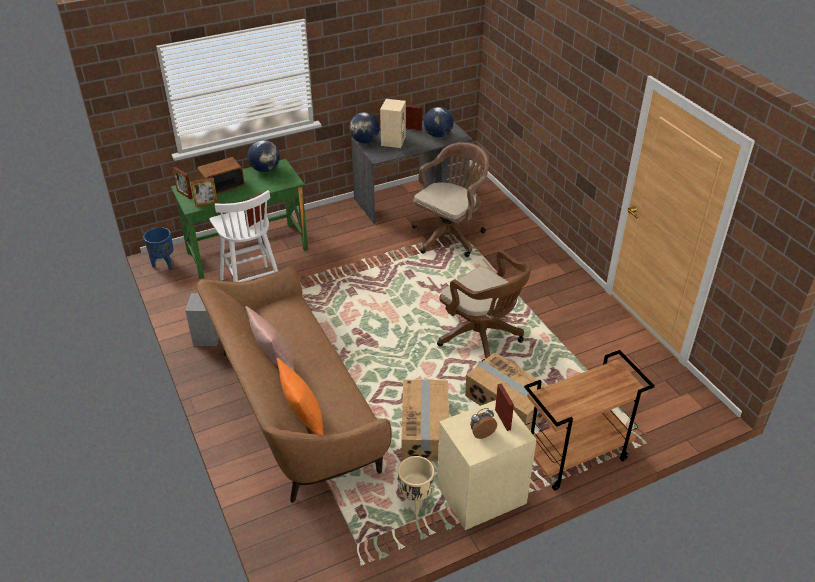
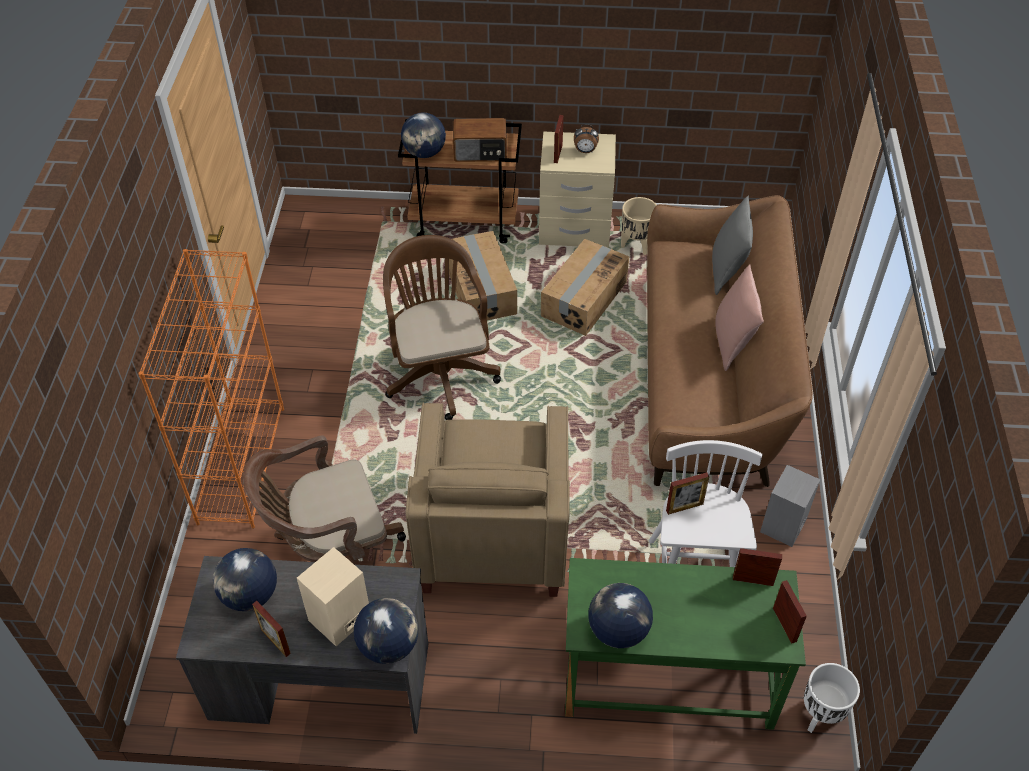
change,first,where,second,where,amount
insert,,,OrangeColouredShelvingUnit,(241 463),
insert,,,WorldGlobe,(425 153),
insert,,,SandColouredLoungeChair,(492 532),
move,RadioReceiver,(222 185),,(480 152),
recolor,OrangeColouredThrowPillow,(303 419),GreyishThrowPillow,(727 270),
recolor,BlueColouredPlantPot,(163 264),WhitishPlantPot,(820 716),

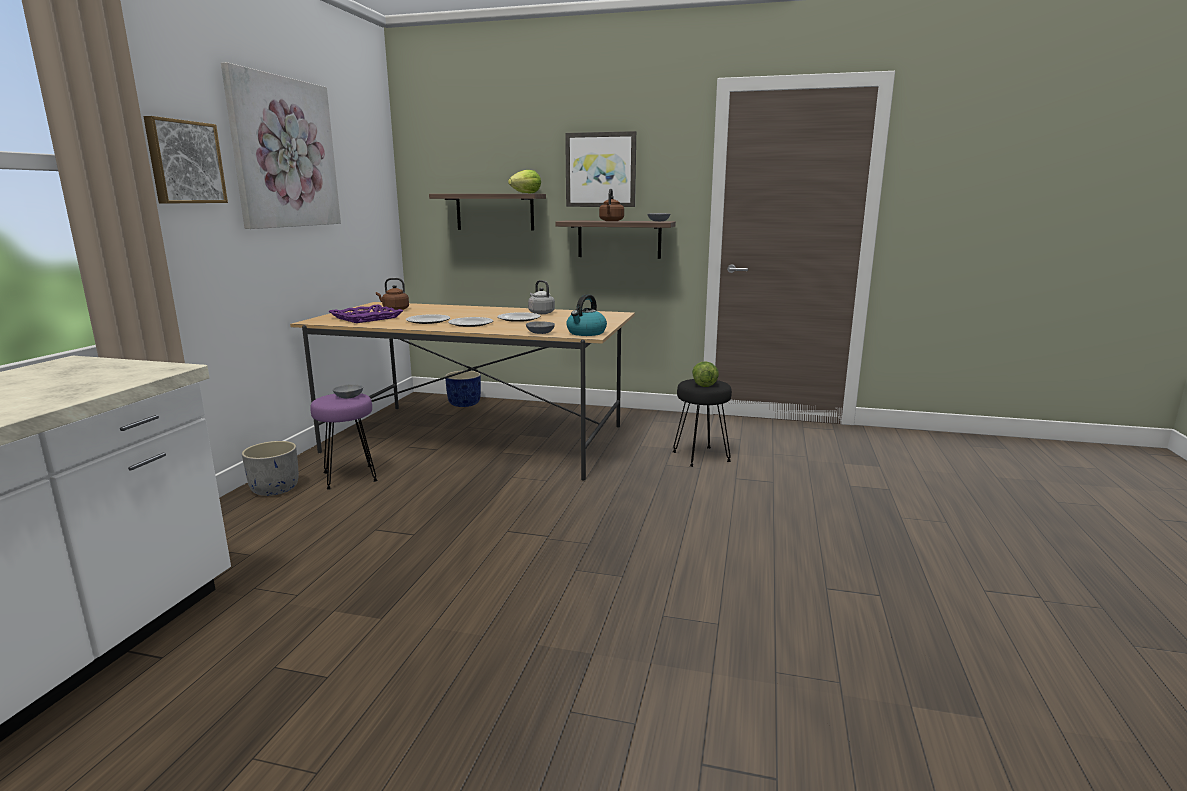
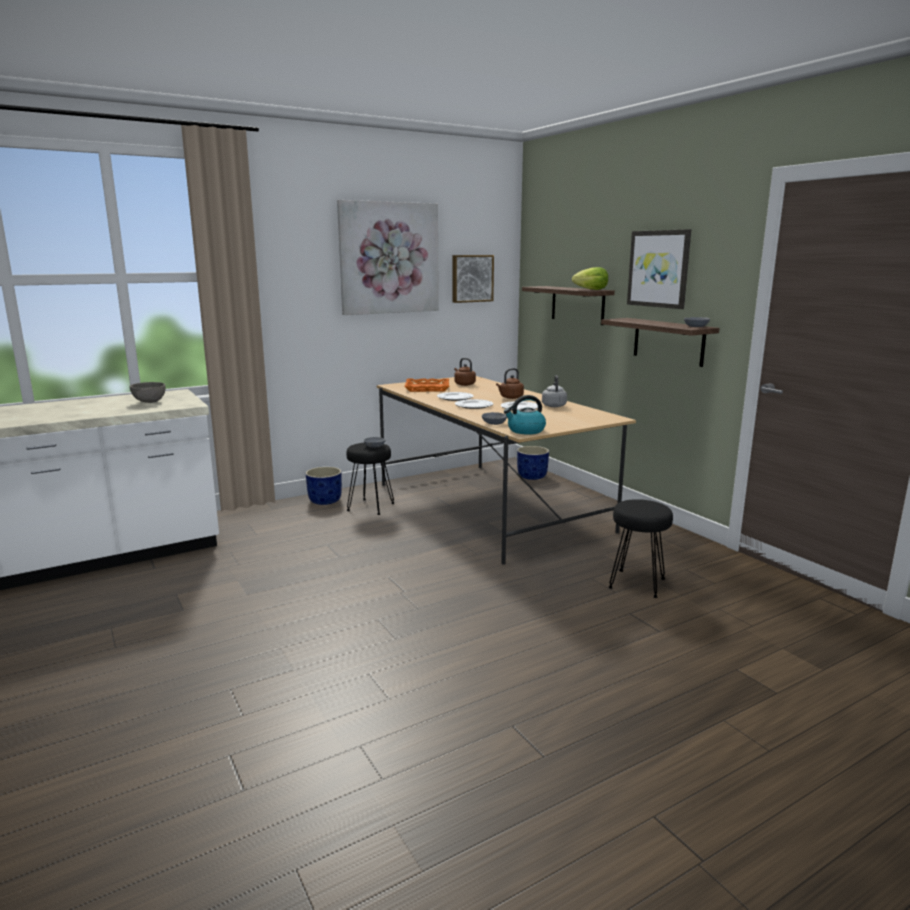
change,first,where,second,where,amount
insert,,,GreyishDeepDish,(149 402),
recolor,GreyishPlantPot,(274 489),BlueColouredPlantPot,(324 501),
recolor,PurpleColouredStool,(349 477),BlackStool,(370 507),
recolor,PurpleColouredCarryingTray,(366 318),OrangeColouredCarryingTray,(427 388),
move,WallPicture,(184 162),,(471 278),
move,BrownTeaKettle,(611 221),,(510 397),
delete,HeadOfLettuce,(703 383),,,

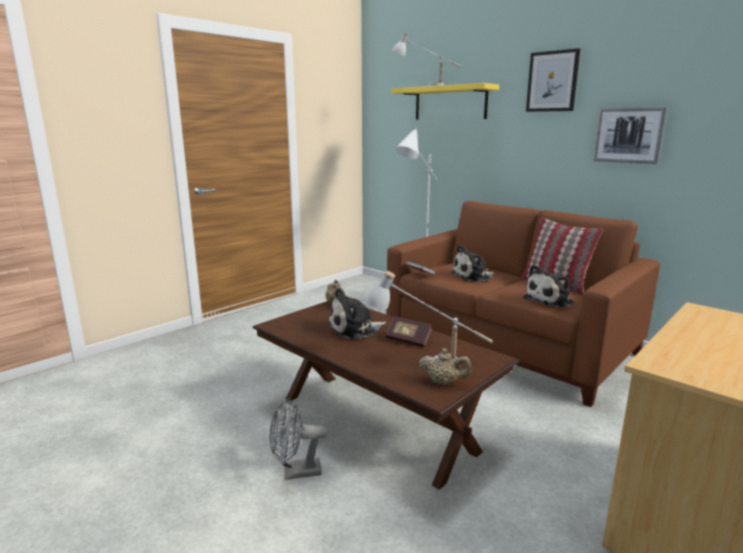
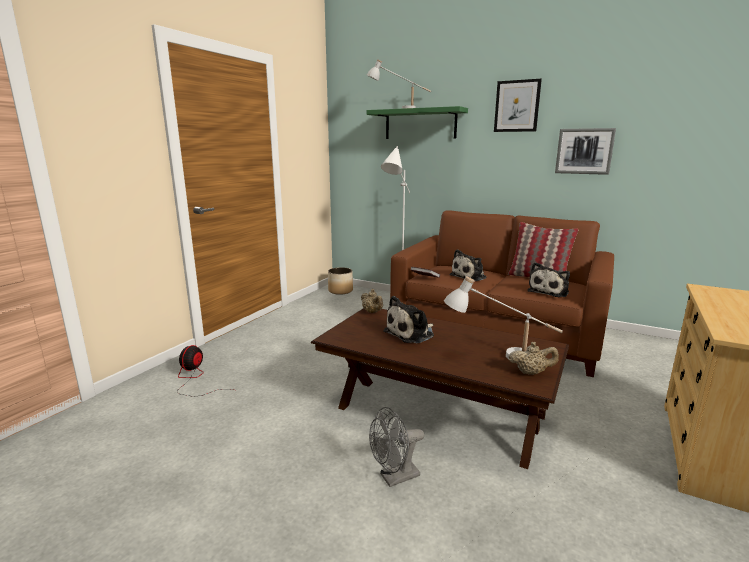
change,first,where,second,where,amount
insert,,,Fan,(195 379),
insert,,,PlantPot,(340 291),
recolor,YellowWallShelf,(450 103),GreenColouredWallShelf,(420 124),
delete,Book,(408 340),,,

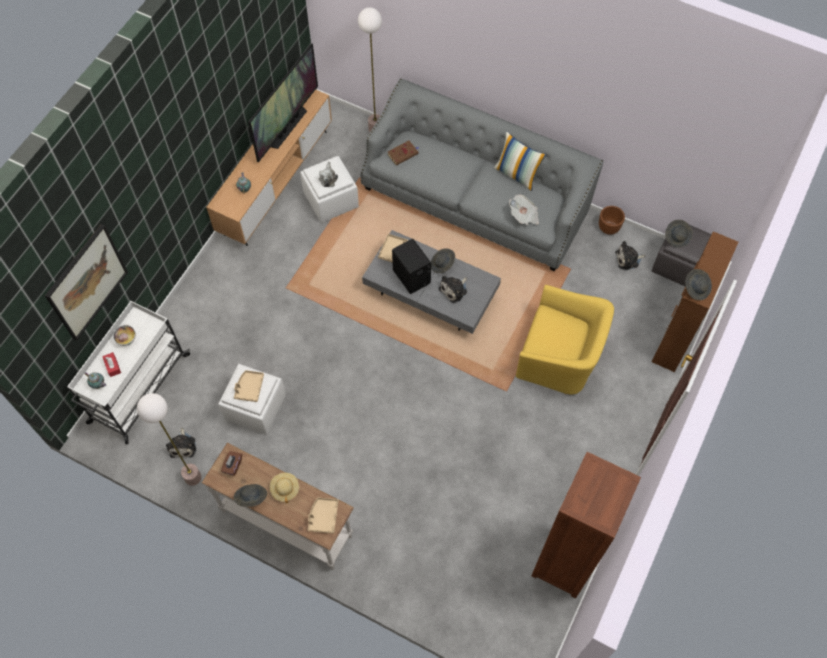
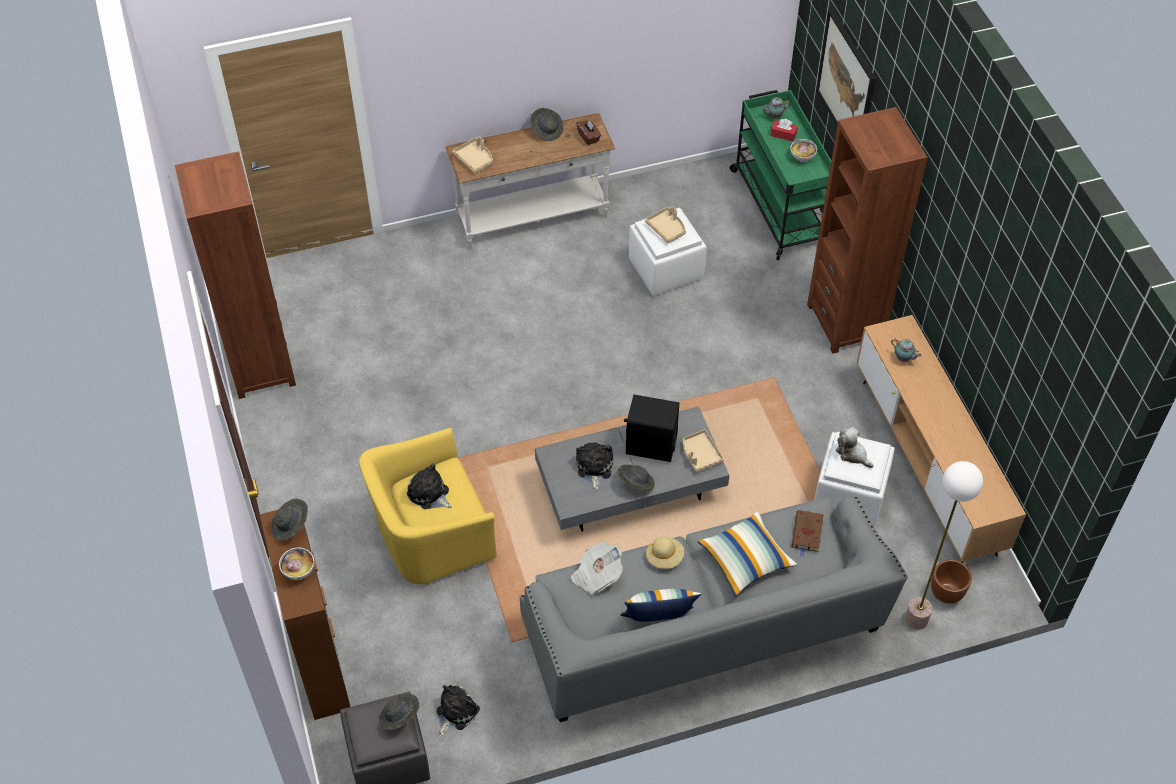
change,first,where,second,where,amount
insert,,,DeepDish,(299 571),
move,SoftToy,(183 445),,(429 494),
move,SandColouredClothingHat,(285 489),,(664 557),
insert,,,ThrowPillow,(745 560),
recolor,WhitishTrolley,(138 389),GreenColouredTrolley,(779 207),
insert,,,BrownShelvingUnit,(845 322),
move,BrownPlantPot,(609 228),,(946 593),
delete,FloorLamp,(192 477),,,
delete,Tv,(287 127),,,

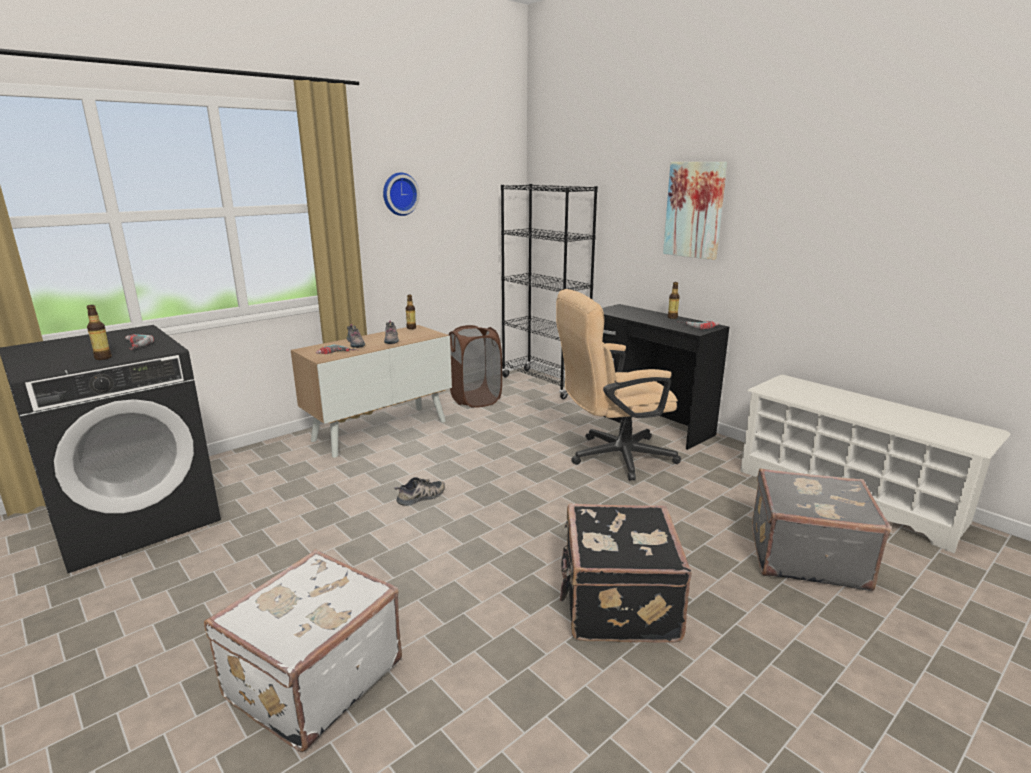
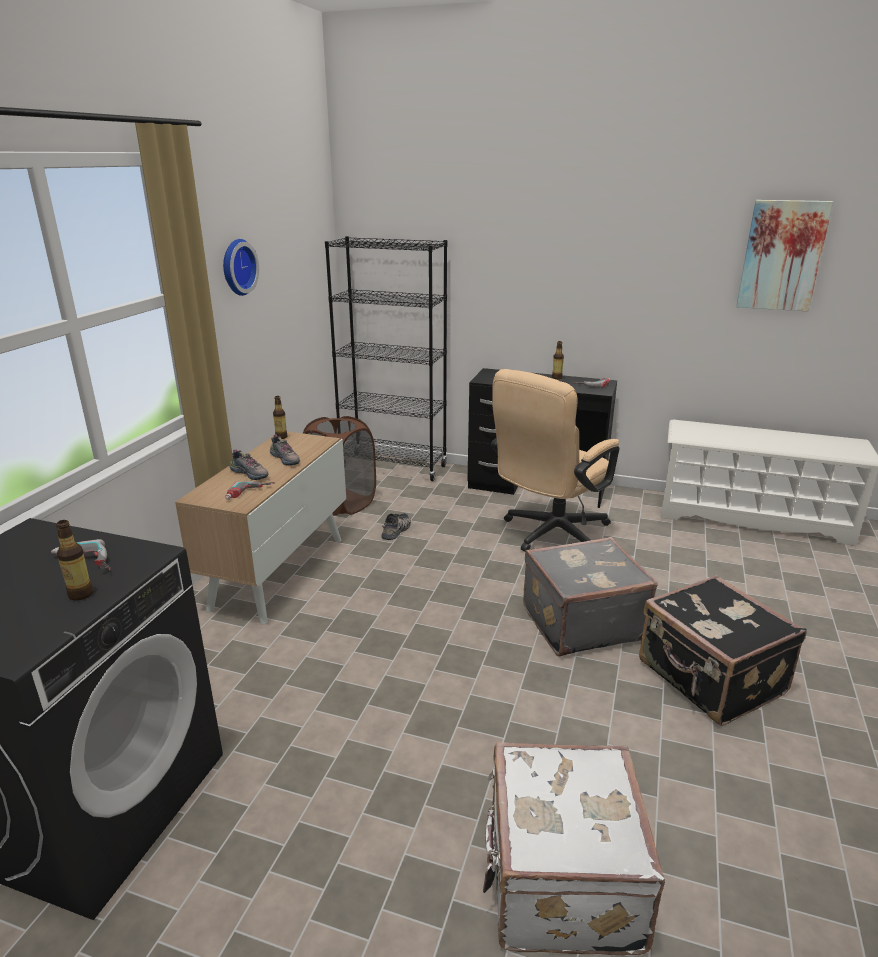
change,first,where,second,where,amount
move,Shoe,(421 497),,(397 530),
move,GreyishSuitcase,(805 556),,(580 622),
move,WallPicture,(694 210),,(782 256),

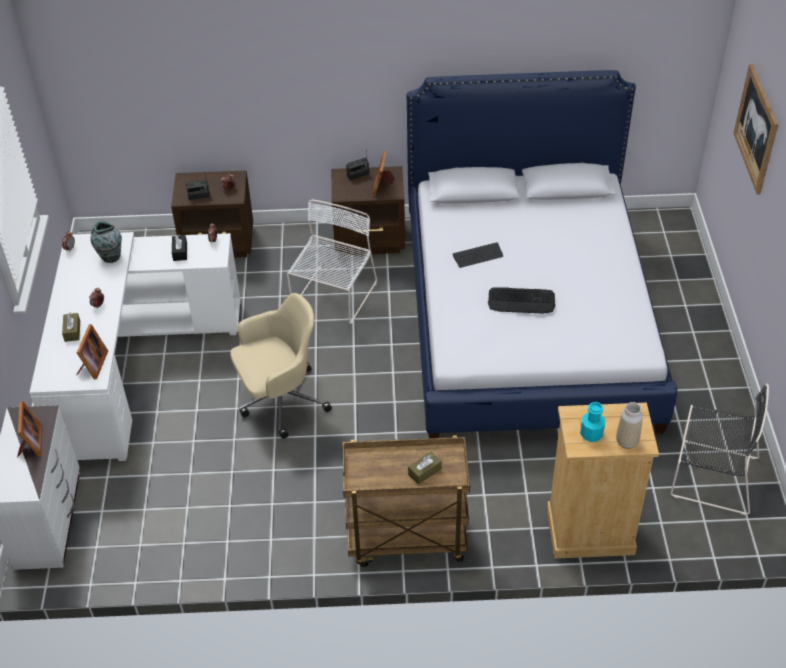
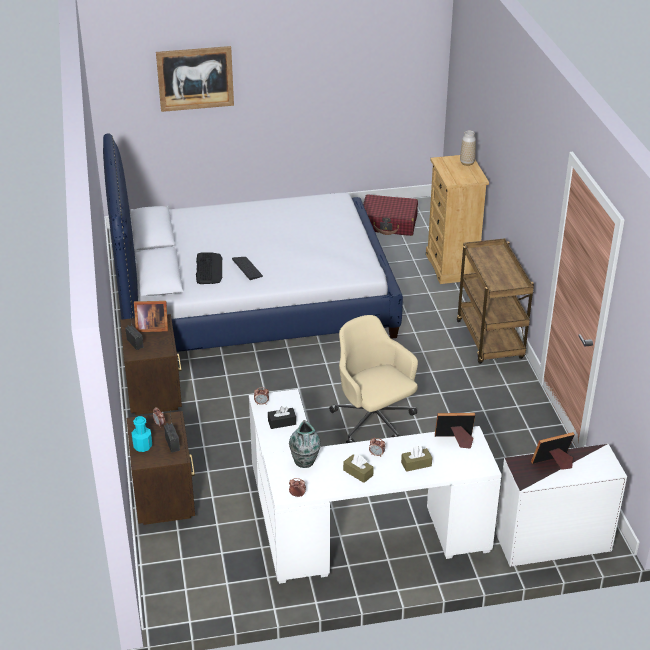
change,first,where,second,where,amount
move,TurquoiseBeverageBottle,(591 434),,(142 446),
move,ComputerKeyboard,(521 301),,(209 268),
move,BrownBoxOfTissues,(424 472),,(358 473),
replace,BlackChair,(711 476),RedSuitcase,(389 223),
delete,WhitishChair,(333 297),,,

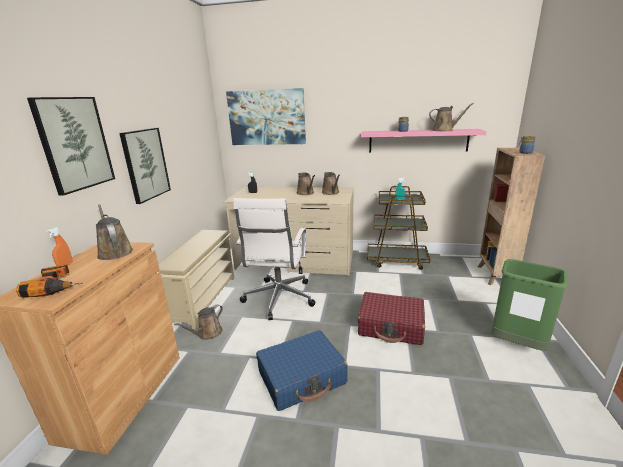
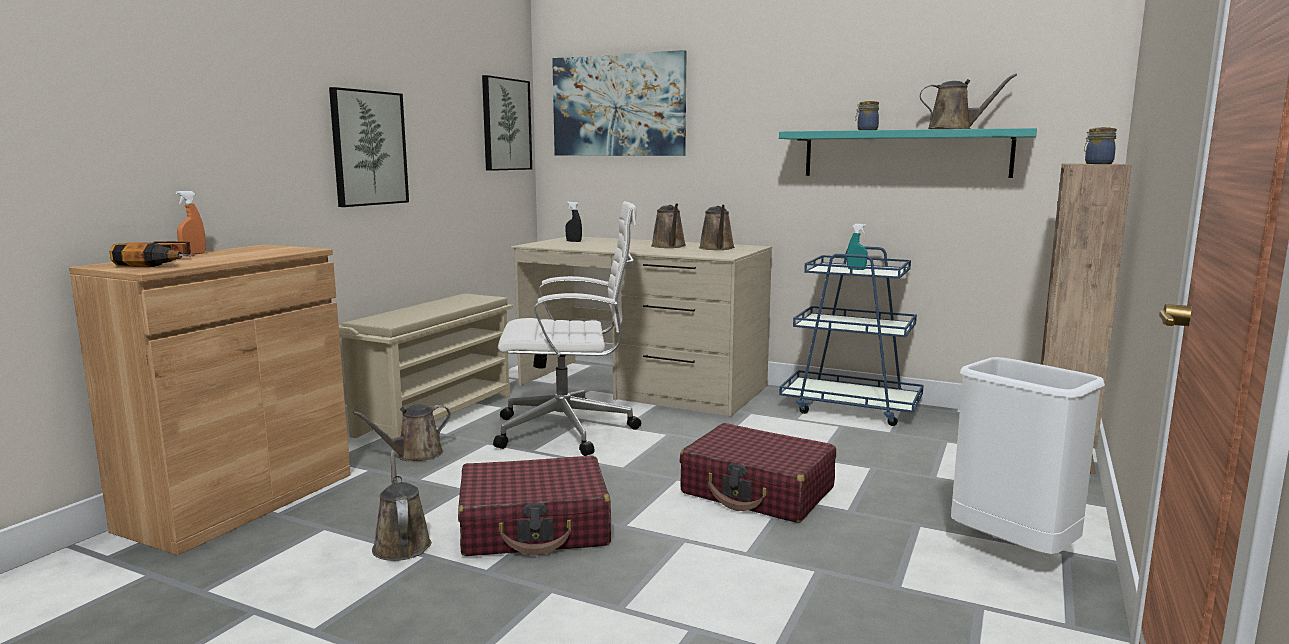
change,first,where,second,where,amount
move,BrownWateringCan,(114 252),,(401 544),
recolor,BlueColouredSuitcase,(302 377),RedSuitcase,(535 527),
move,WallPicture,(74 144),,(505 124),
rotate,WhitishDeskChair,(278 299),,(569 430),120 degrees counterclockwise
recolor,PinkColouredWallShelf,(418 141),TurquoiseWallShelf,(905 154),
recolor,BrownTrolley,(397 260),BlueColouredTrolley,(851 408),
recolor,GreenColouredTrashCan,(516 344),WhitishTrashCan,(1011 552),

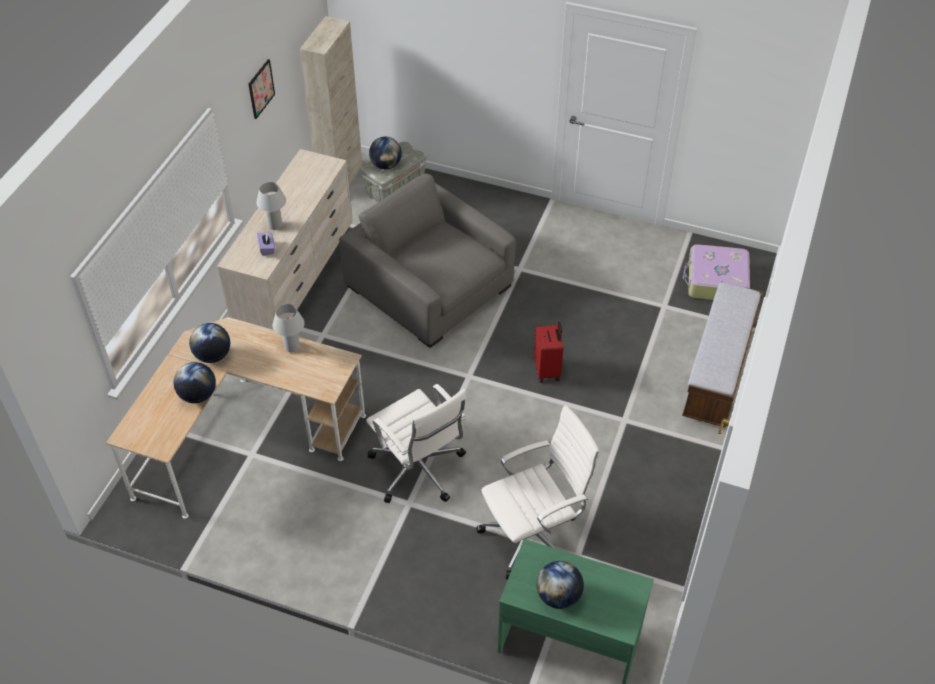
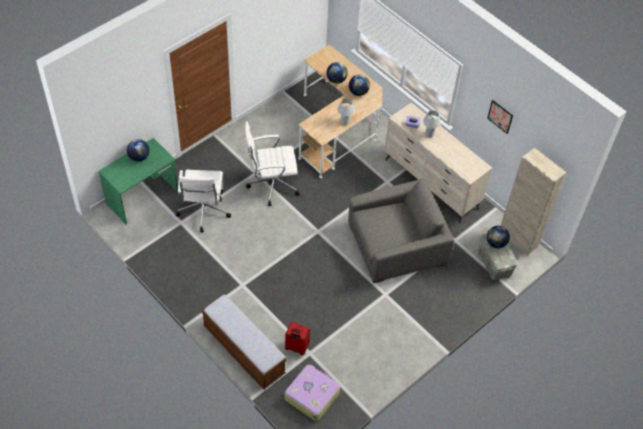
change,first,where,second,where,amount
move,RedSuitcase,(548 370),,(296 347),

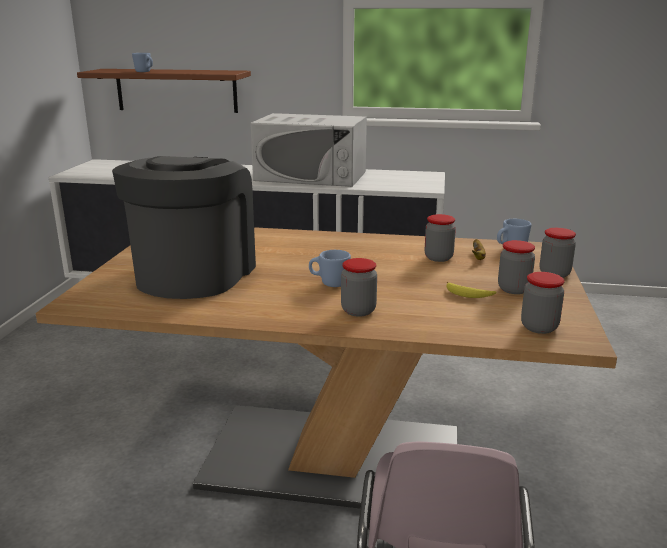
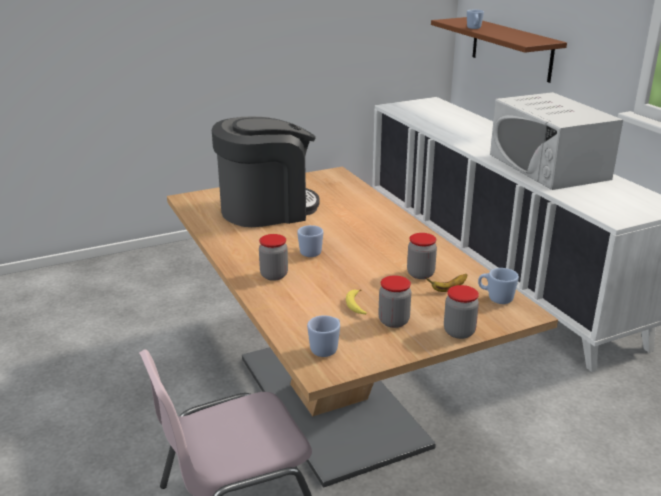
change,first,where,second,where,amount
replace,PreserveJar,(539 327),BlueColouredMug,(326 348),

